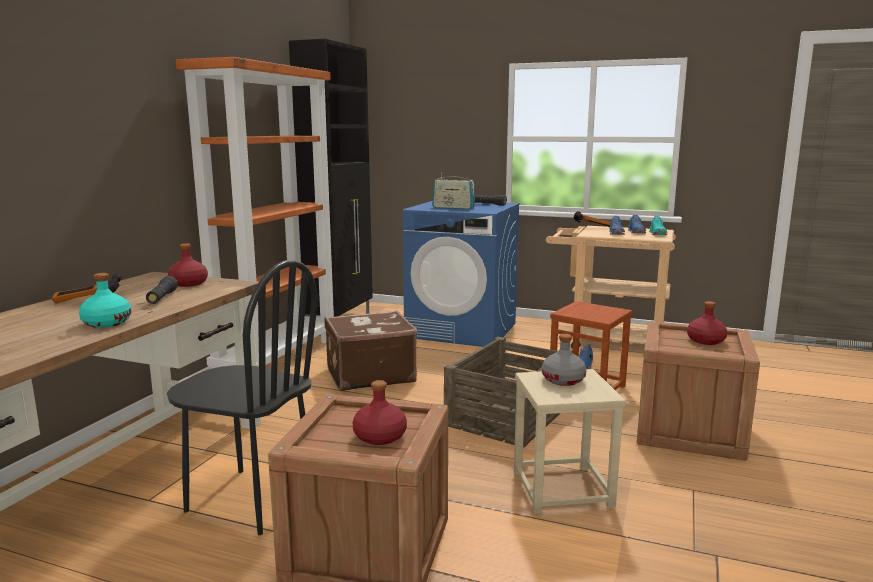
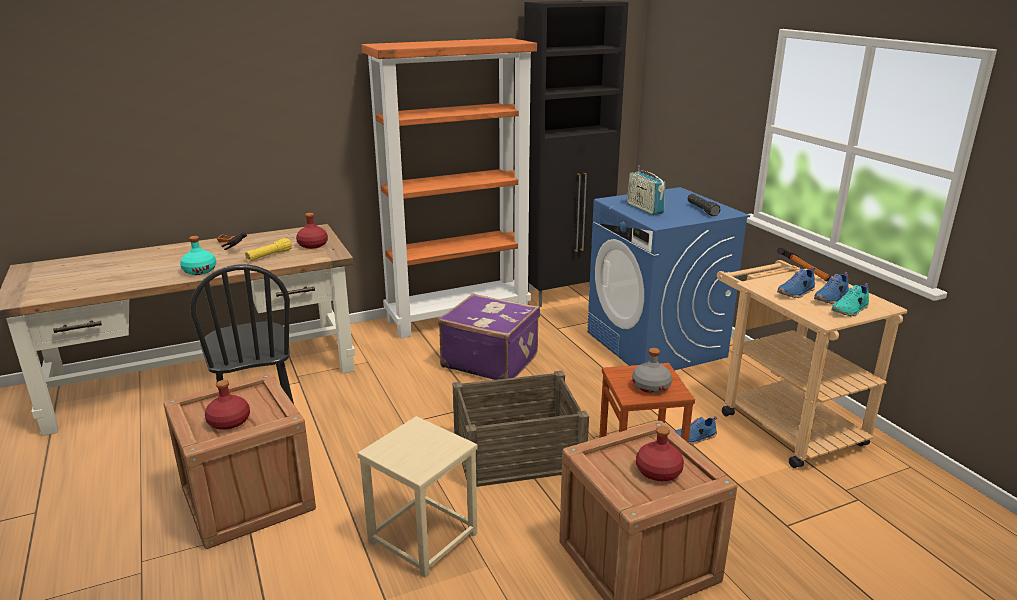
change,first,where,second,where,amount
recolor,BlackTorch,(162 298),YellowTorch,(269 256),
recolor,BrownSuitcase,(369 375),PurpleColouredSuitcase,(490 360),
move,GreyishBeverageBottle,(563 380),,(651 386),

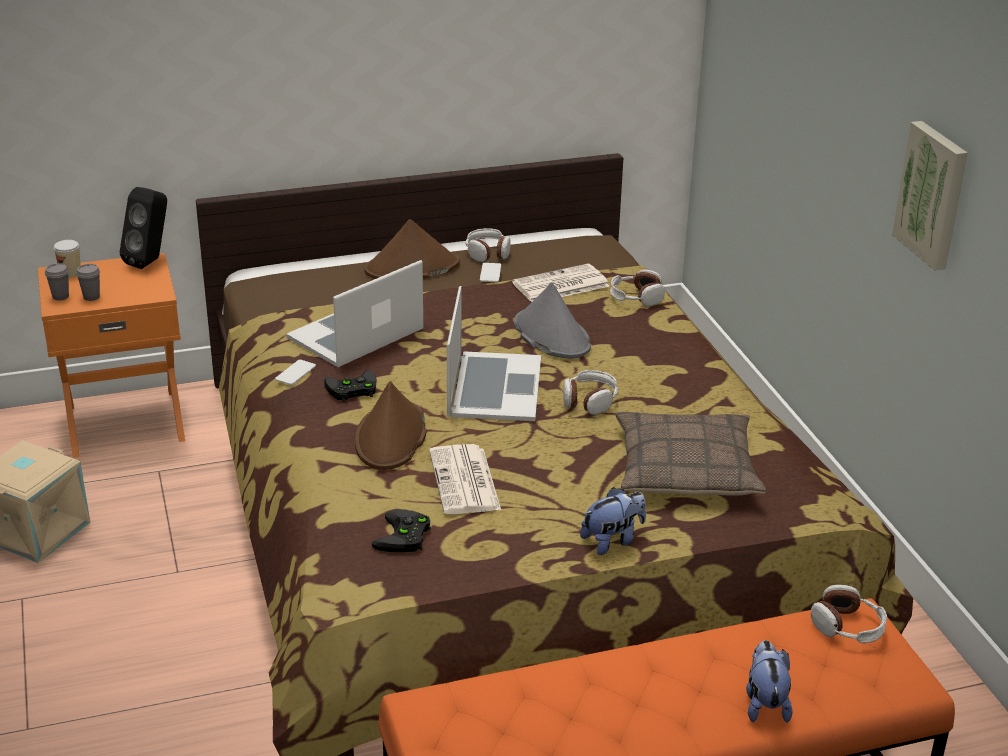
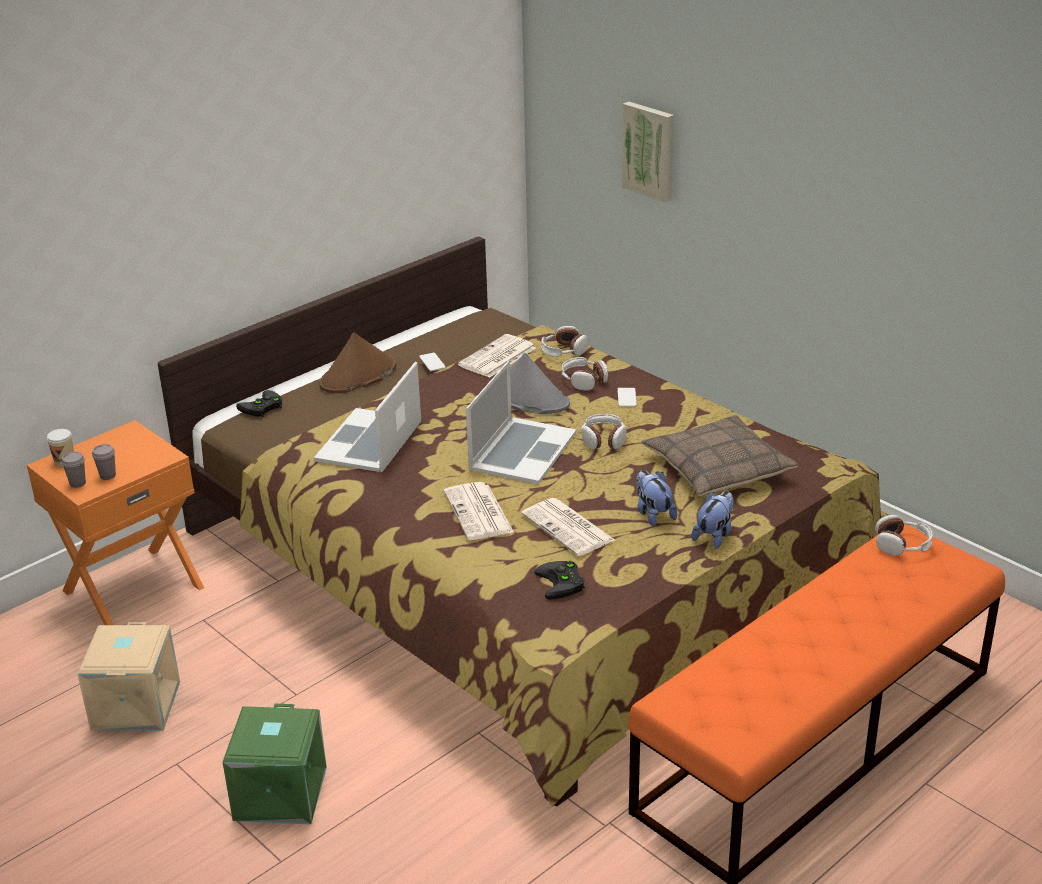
change,first,where,second,where,amount
insert,,,GreenColouredStorageContainer,(278 793),
move,BlackJoypad,(351 390),,(261 408),
replace,BrownClothingHat,(391 437),Newspaper,(479 513),
rotate,PortableComputer,(494 387),,(522 451),45 degrees clockwise
move,PairOfHeadphones,(488 253),,(584 380),
move,Telephone,(295 373),,(626 398),
move,WallPicture,(933 194),,(650 151),
move,SoftToy,(765 703),,(653 514),
delete,BlackAudioSpeaker,(151 261),,,

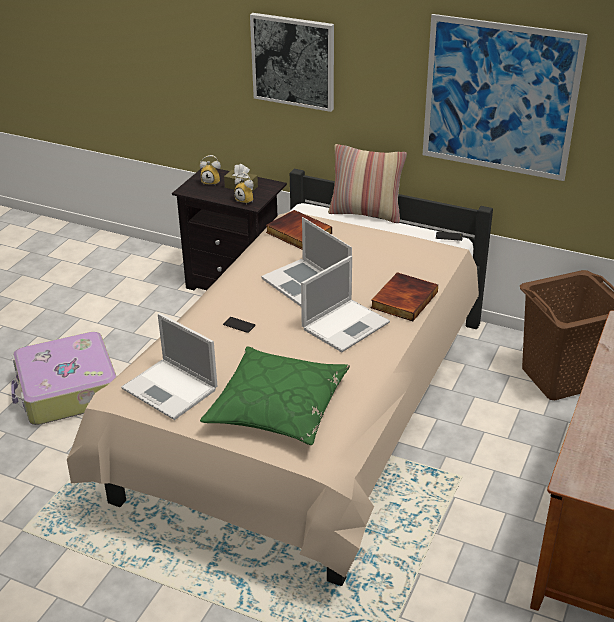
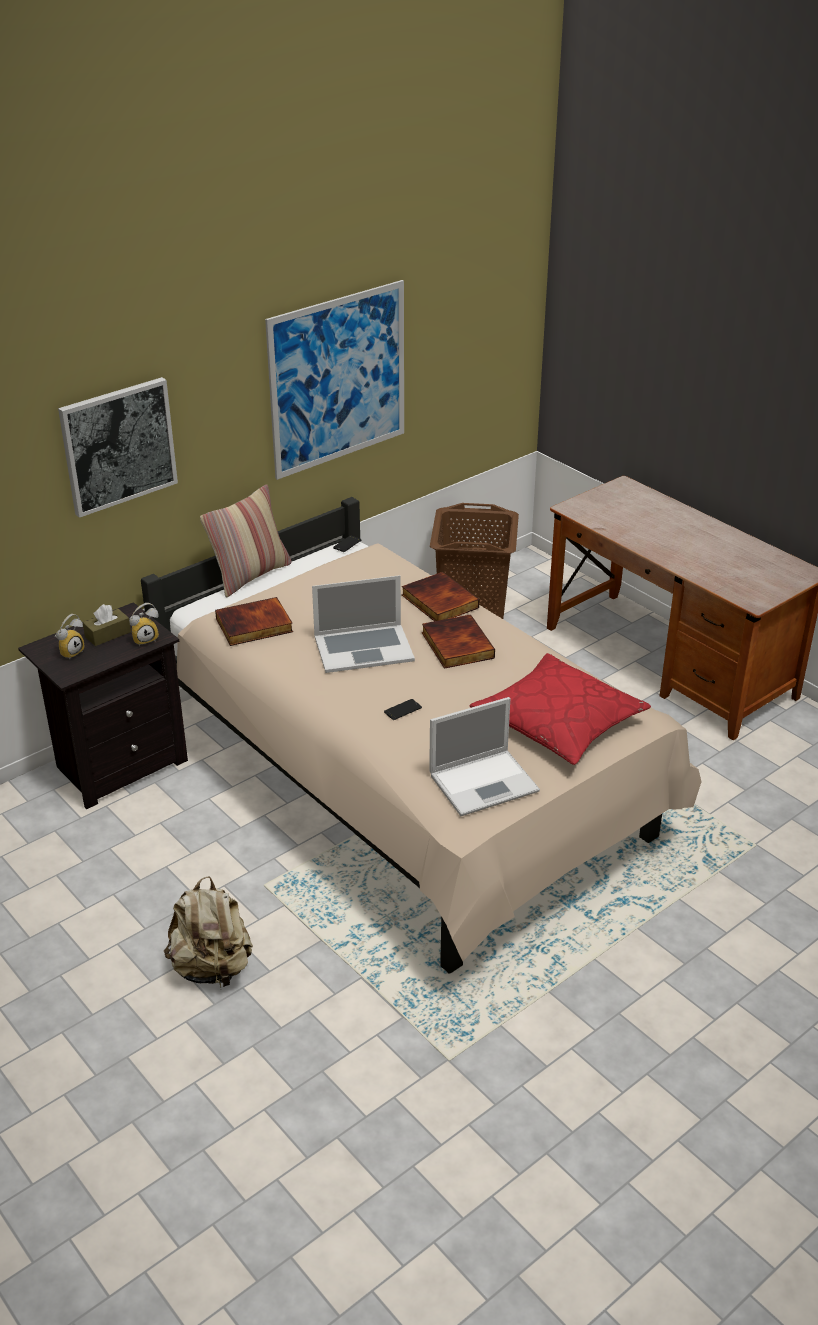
change,first,where,second,where,amount
replace,Suitcase,(67 391),SandColouredKnapsack,(212 968),
replace,PortableComputer,(346 325),Book,(456 645),
recolor,GreenColouredThrowPillow,(277 406),RedThrowPillow,(558 722),

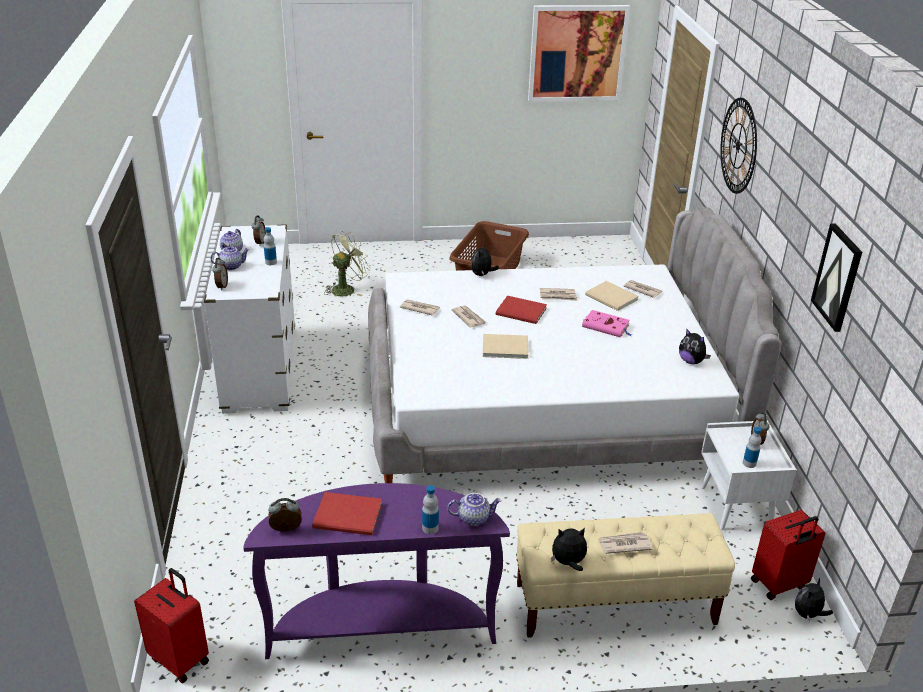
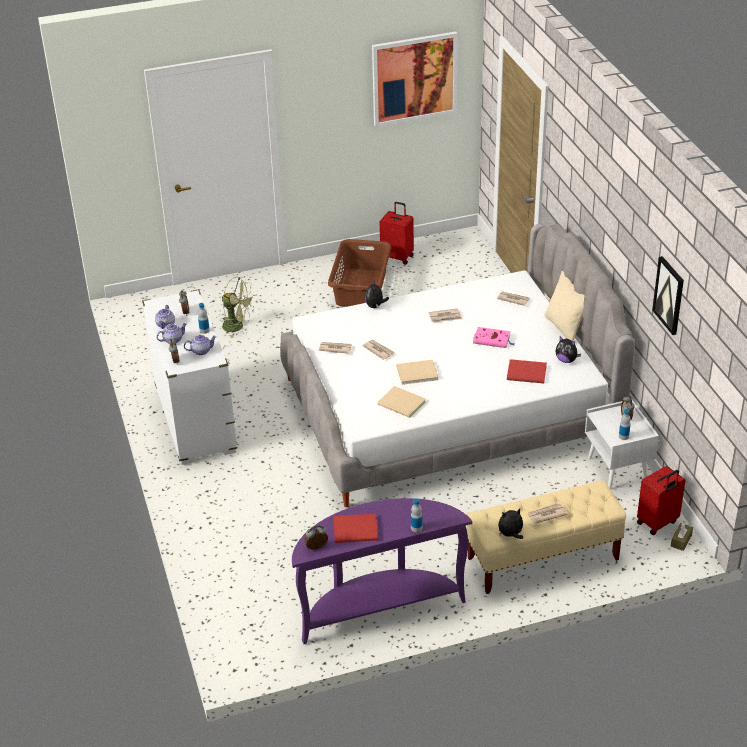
change,first,where,second,where,amount
move,PotForTea,(473 518),,(201 351),
rotate,GreenColouredFan,(346 289),,(237 326),75 degrees clockwise
move,SandColouredBook,(612 298),,(402 404),
move,RedSuitcase,(180 659),,(397 257),
move,RedBook,(522 312),,(527 373),
insert,,,SandColouredThrowPillow,(564 328),
replace,SoftToy,(808 614),BrownBoxOfTissues,(681 540),
delete,ClockOnTheWall,(738 146),,,

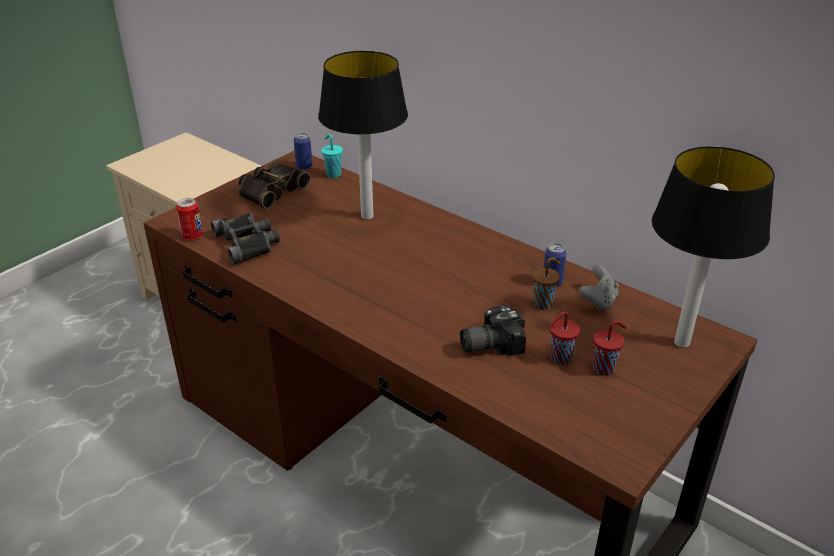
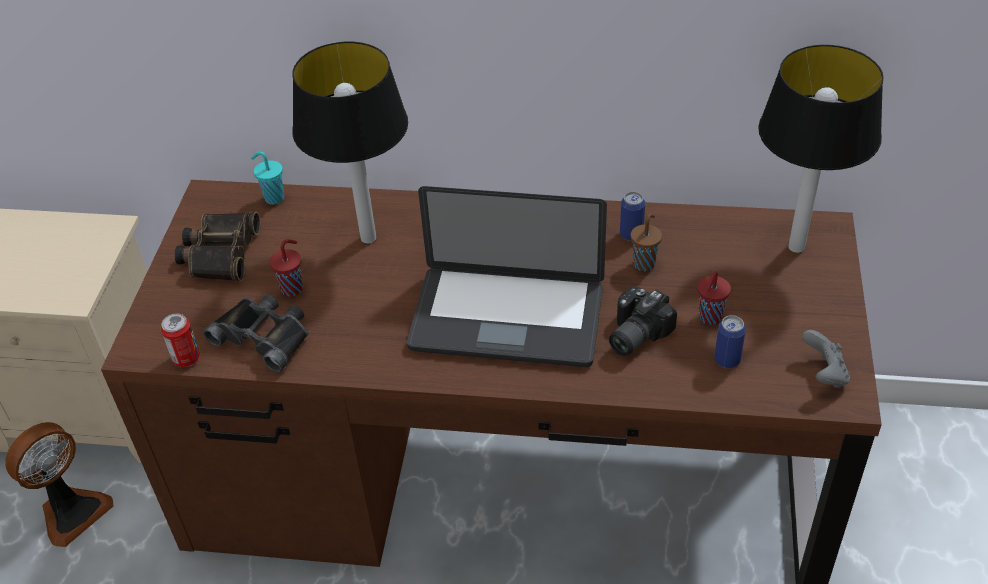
change,first,where,second,where,amount
insert,,,Fan,(72 511),
move,RedSmallCup,(605 369),,(293 288),
insert,,,PortableComputer,(507 319),
move,MetalCan,(304 166),,(727 360),
move,GreyishJoypad,(598 302),,(824 374),

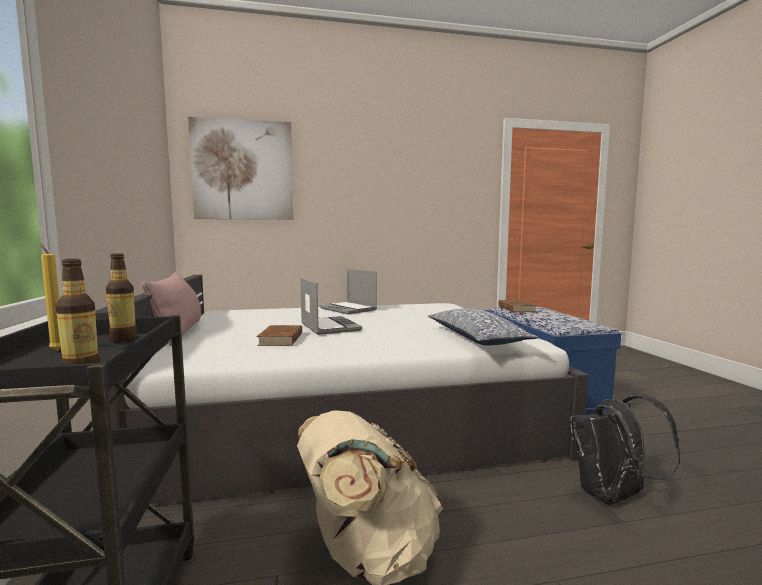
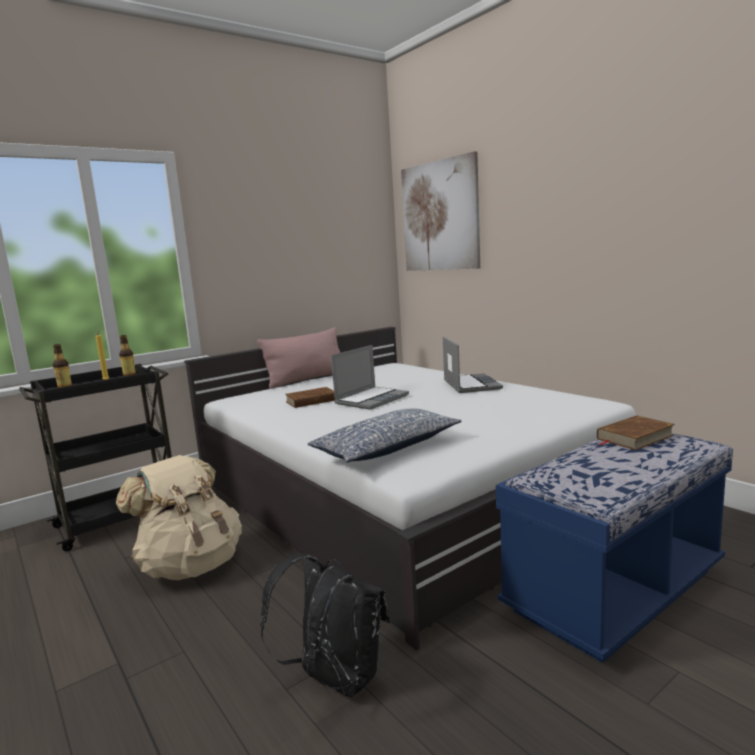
change,first,where,second,where,amount
rotate,PortableComputer,(349 309),,(470 385),150 degrees clockwise

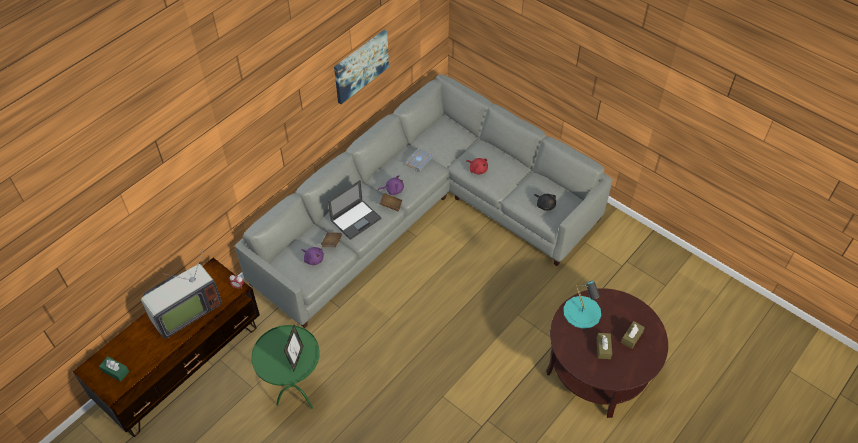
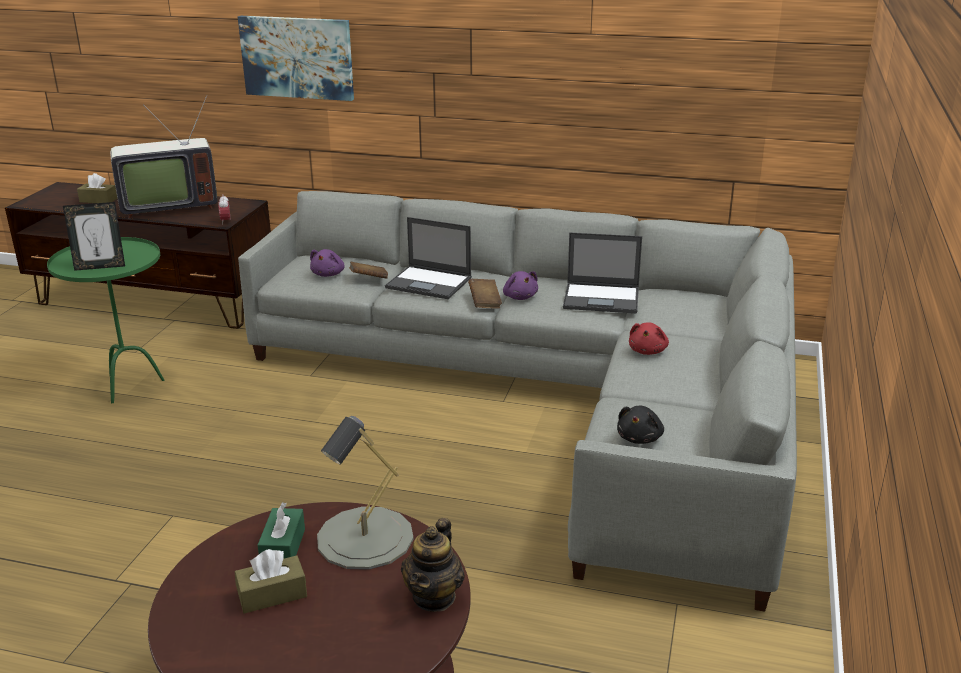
change,first,where,second,where,amount
move,BrownBoxOfTissues,(631 337),,(98 200),
rotate,Tv,(184 312),,(167 206),45 degrees counterclockwise
move,WallPicture,(361 66),,(297 57),
move,GreenColouredBoxOfTissues,(115 371),,(283 547),
recolor,TurquoiseTableLamp,(582 312),GreyishTableLamp,(365 538),
insert,,,PotForTea,(434 597),
replace,GreyishBook,(418 161),PortableComputer,(602 298),

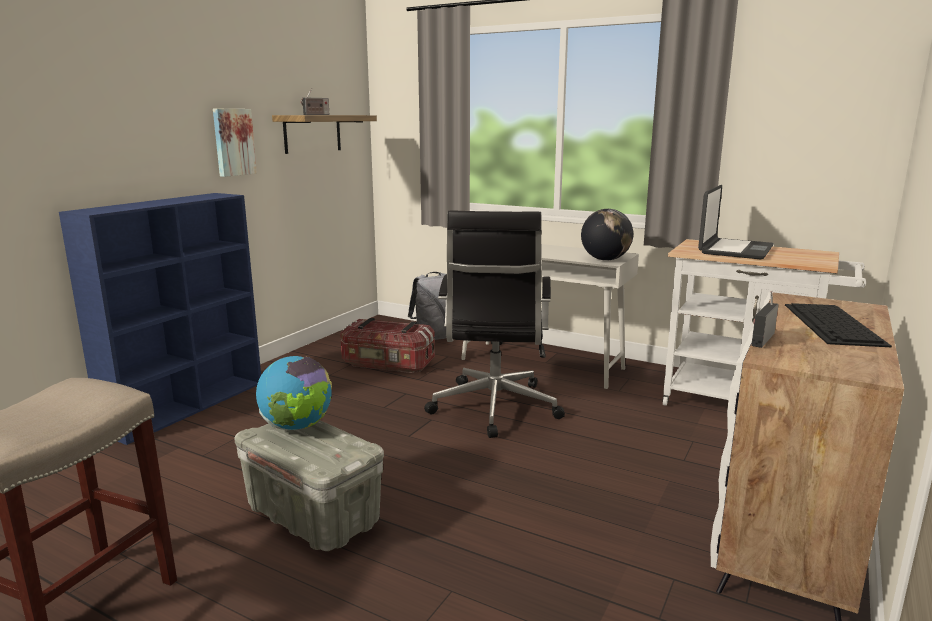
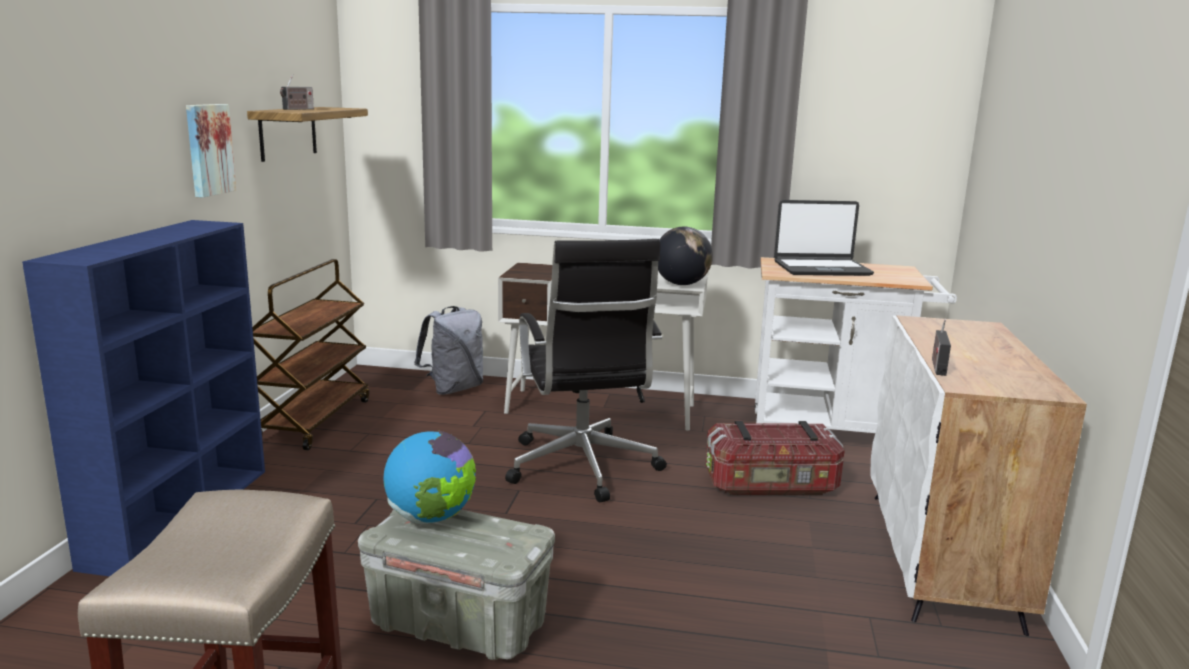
change,first,where,second,where,amount
insert,,,BrownTrolley,(314 420),
move,StorageContainer,(387 364),,(771 486),
rotate,PortableComputer,(735 250),,(821 268),75 degrees clockwise
delete,ComputerKeyboard,(834 324),,,

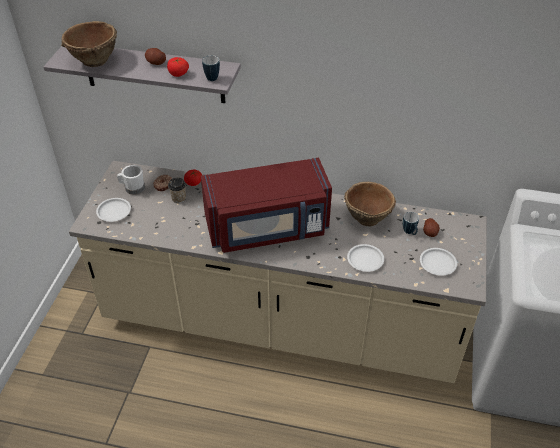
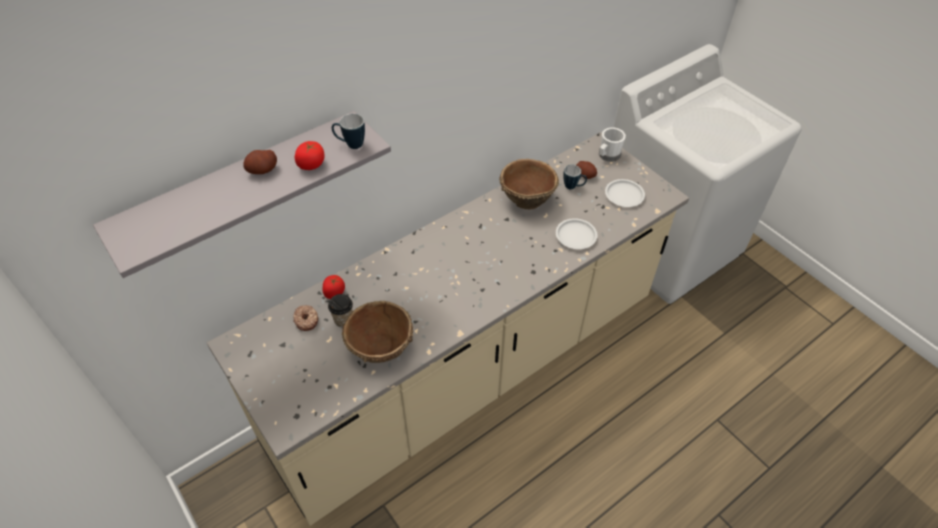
change,first,where,second,where,amount
move,BrownDeepDish,(94 61),,(381 349),
move,WhitishMug,(133 188),,(607 156),
delete,WhitishFlatDish,(114 211),,,
delete,RedMicrowaveOven,(268 228),,,

